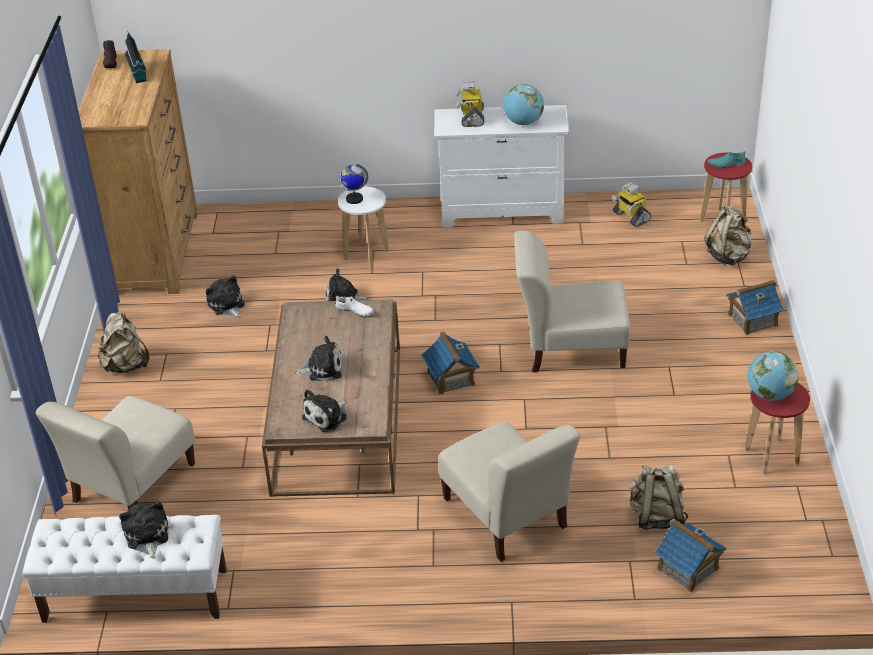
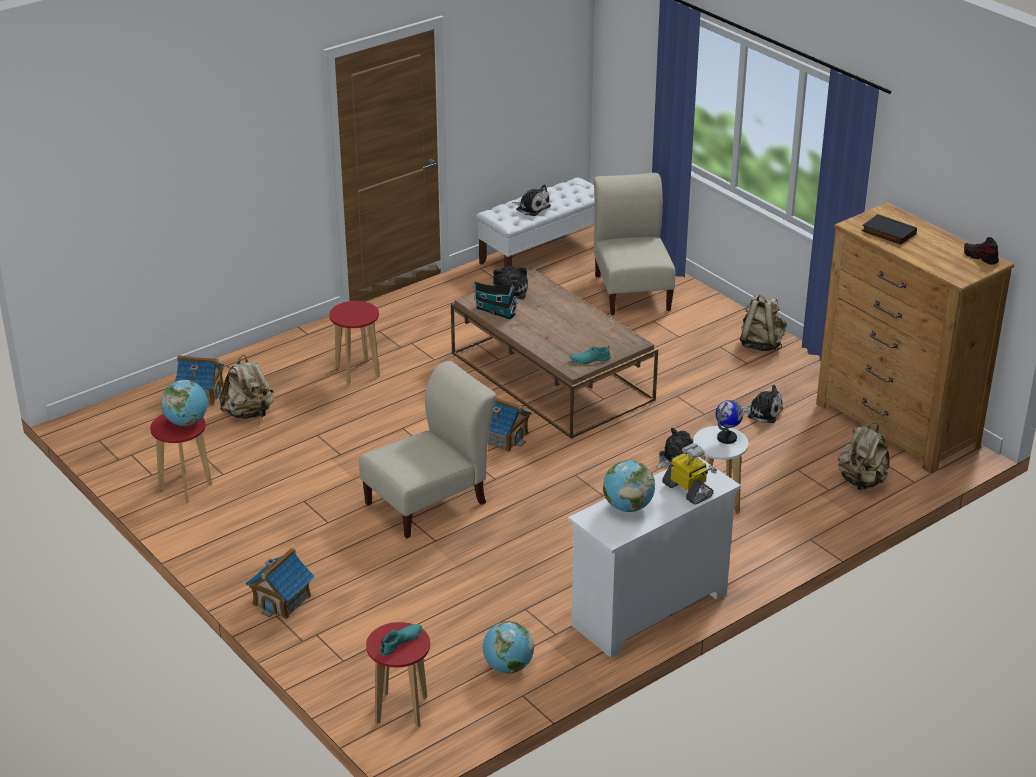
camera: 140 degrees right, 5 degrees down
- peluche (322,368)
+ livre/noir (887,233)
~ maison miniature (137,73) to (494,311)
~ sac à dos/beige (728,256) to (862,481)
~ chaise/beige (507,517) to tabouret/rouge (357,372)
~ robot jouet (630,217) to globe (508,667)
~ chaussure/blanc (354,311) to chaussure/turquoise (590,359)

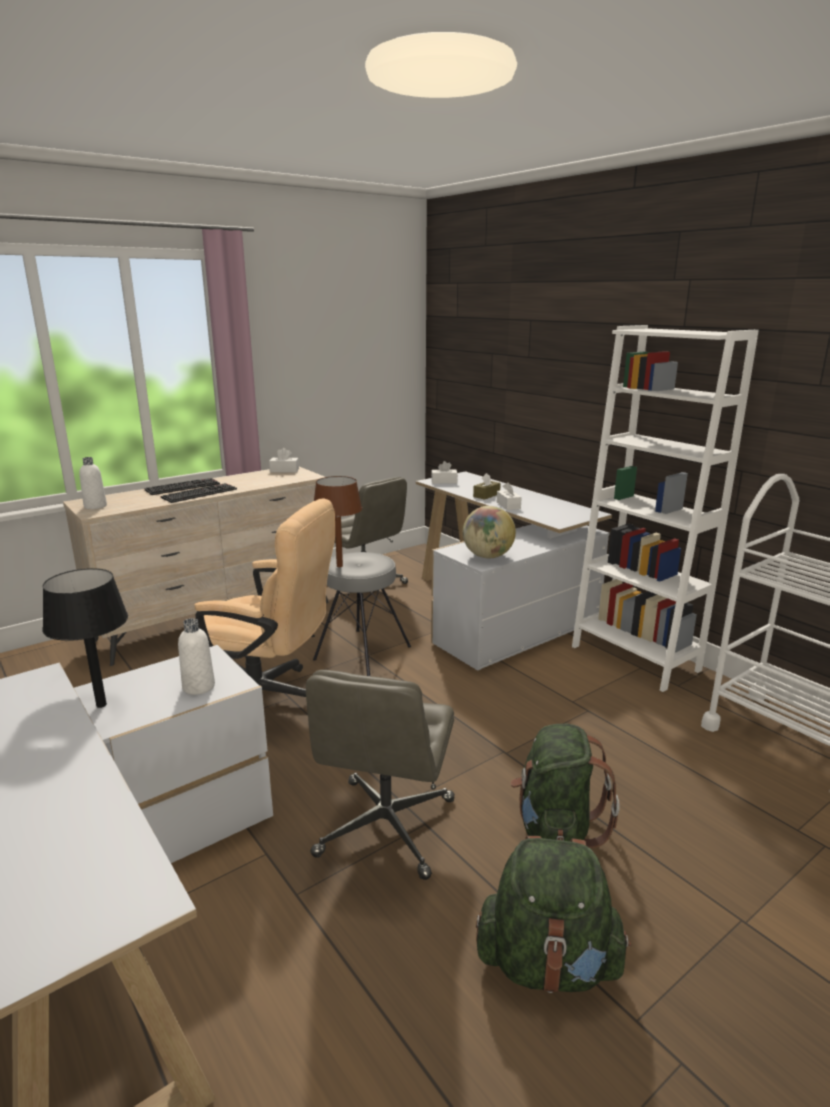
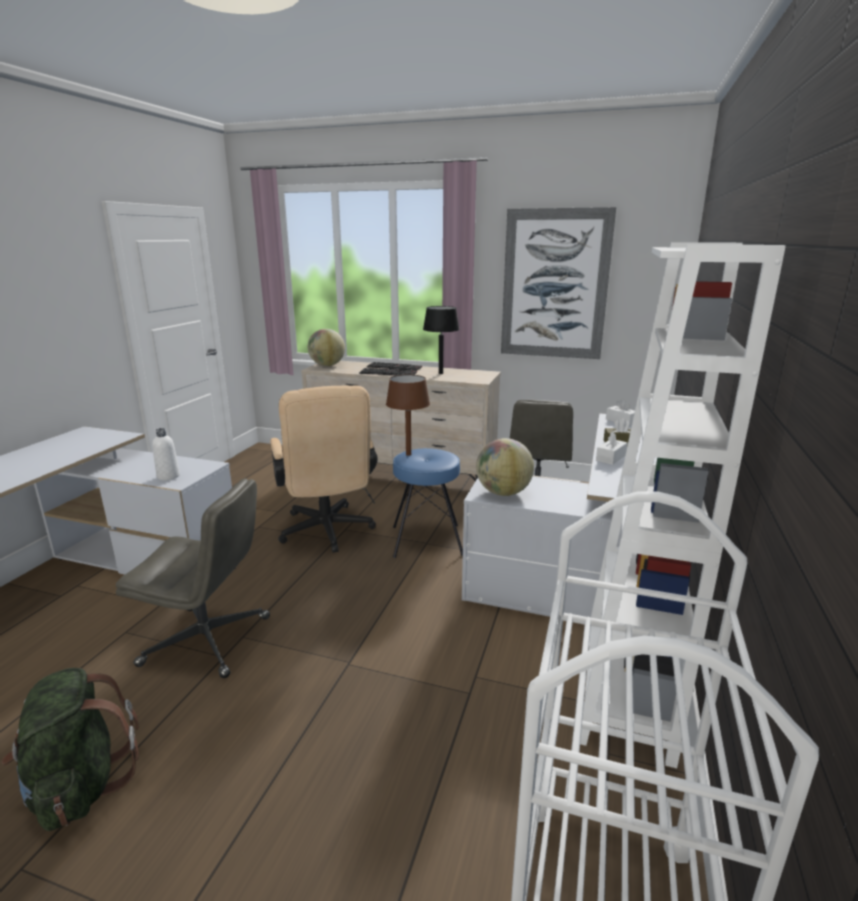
camera: 55 degrees right, 0 degrees up
- boîte à mouchoirs/blanc (284,470)
- sac à dos/vert (555,830)
+ tableau (554,285)
~ lampe de table/noir (101,705) to (441,373)
~ bouteille/blanc (95,506) to globe (327,365)
~ tabouret/gris (362,652) to tabouret/bleu (426,540)
~ chaise de bureau/gris (386,828) = (208,641) 150 degrees counterclockwise

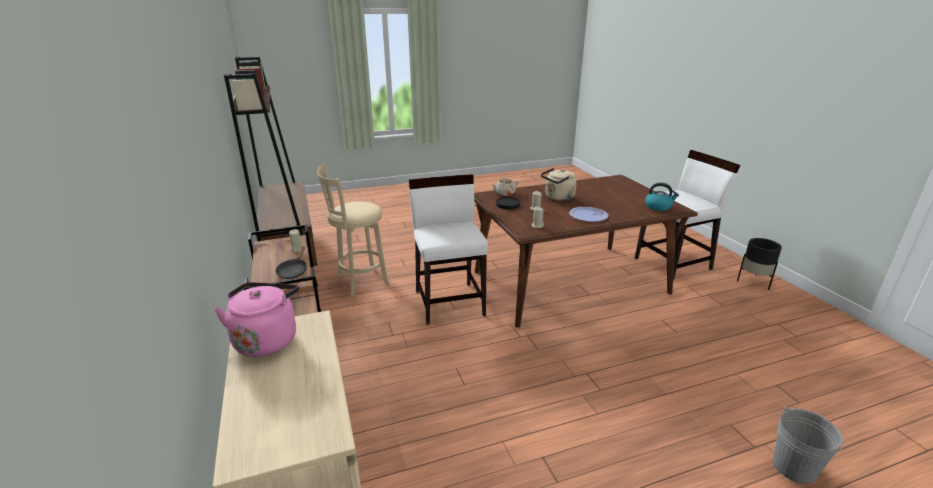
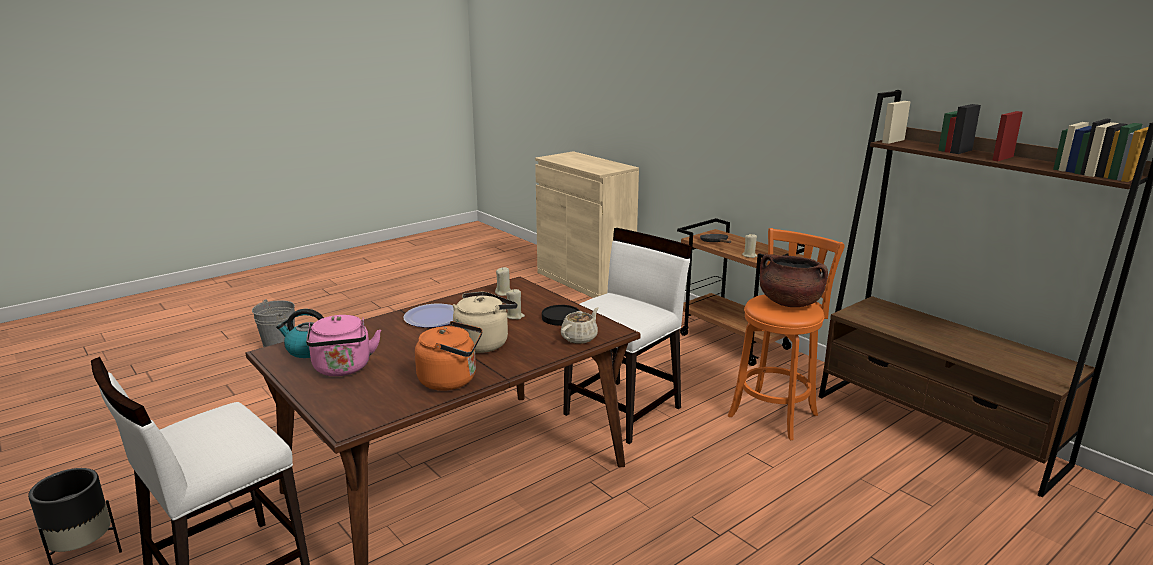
camera: 160 degrees right, 5 degrees down
+ bouilloire/orange (451,380)
+ marmite/marron (789,303)
~ bouilloire/rose (267,339) to (343,369)
~ tabouret/beige (360,281) to tabouret/orange (775,413)
~ chaise/blanc (450,302) = (624,410) 105 degrees counterclockwise

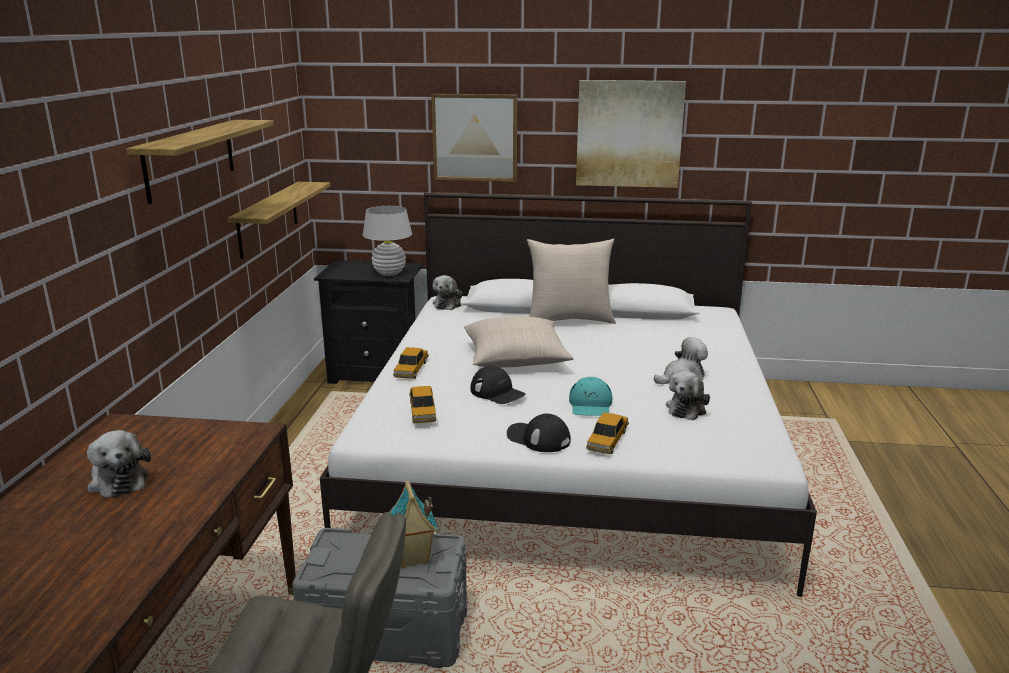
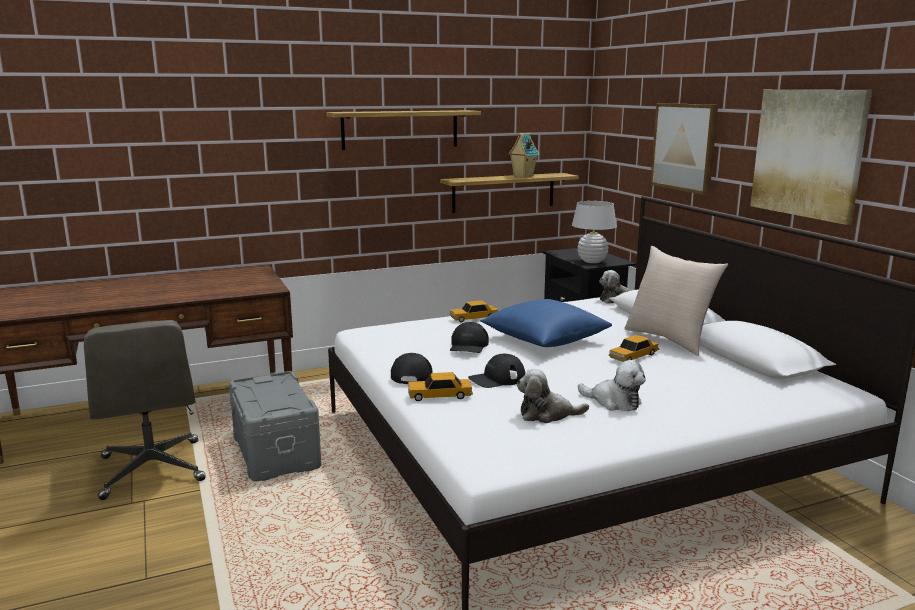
camera: 60 degrees right, 5 degrees down
- peluche (118,480)
~ maison miniature (413,559) to (522,176)
~ petite voiture (422,411) to (633,356)
~ coussin/beige (516,359) to coussin/bleu (545,339)
~ casquette/turquoise (590,405) to casquette/noir (497,379)

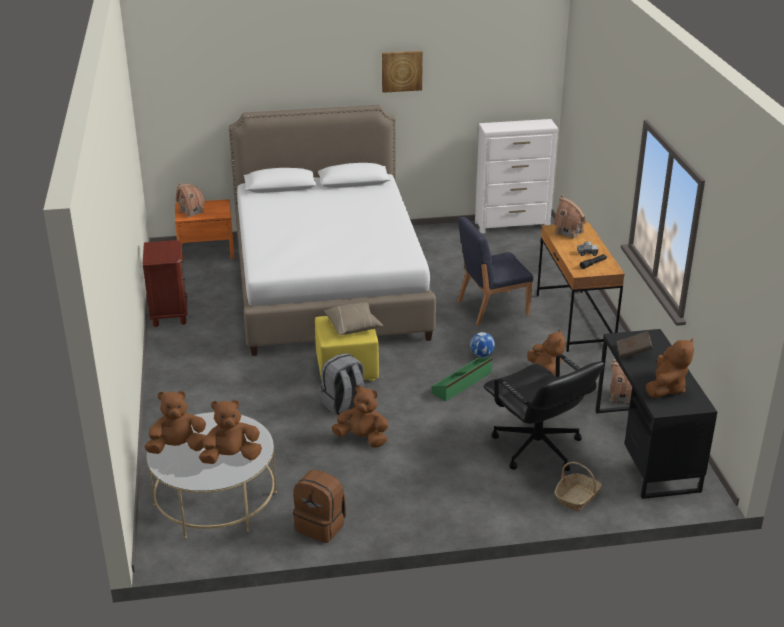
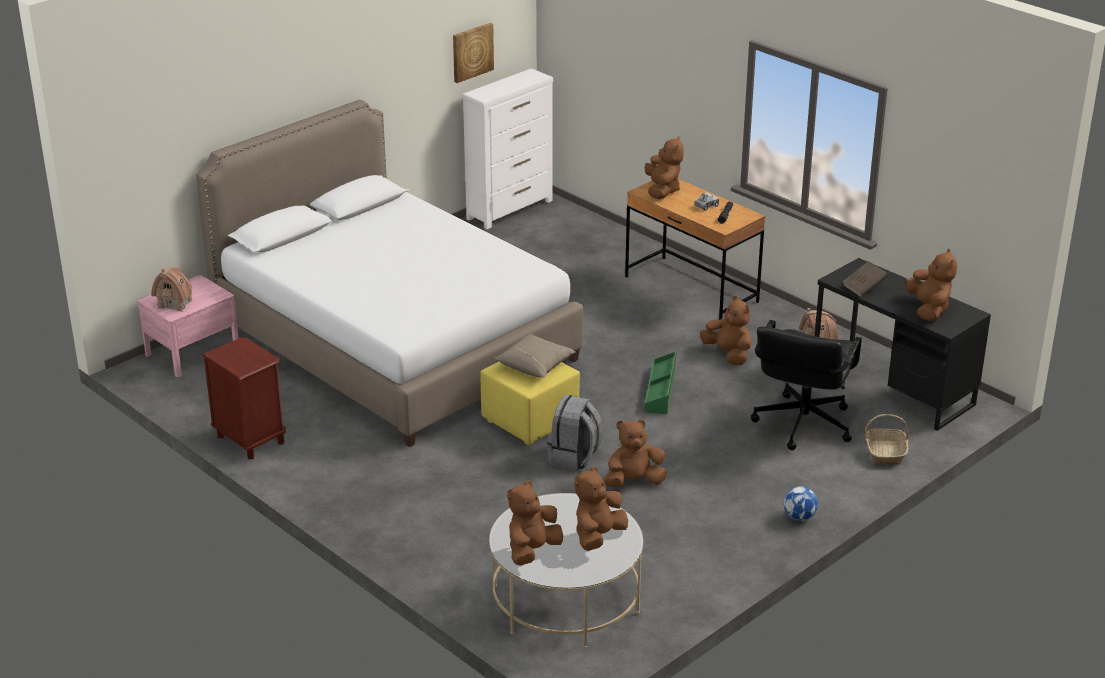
camera: 35 degrees left, 0 degrees up
- sac à dos/marron (321,526)
- chaise/bleu (491,308)
~ tableau (401,71) to (472,52)
~ ballon de foot (481,355) to (799,517)
~ maison miniature (569,232) to peluche/marron (662,190)
~ table de chevet/orange (206,250) to table de chevet/rose (192,352)
~ chaise de bureau/noir (537,448) = (802,424) 90 degrees clockwise

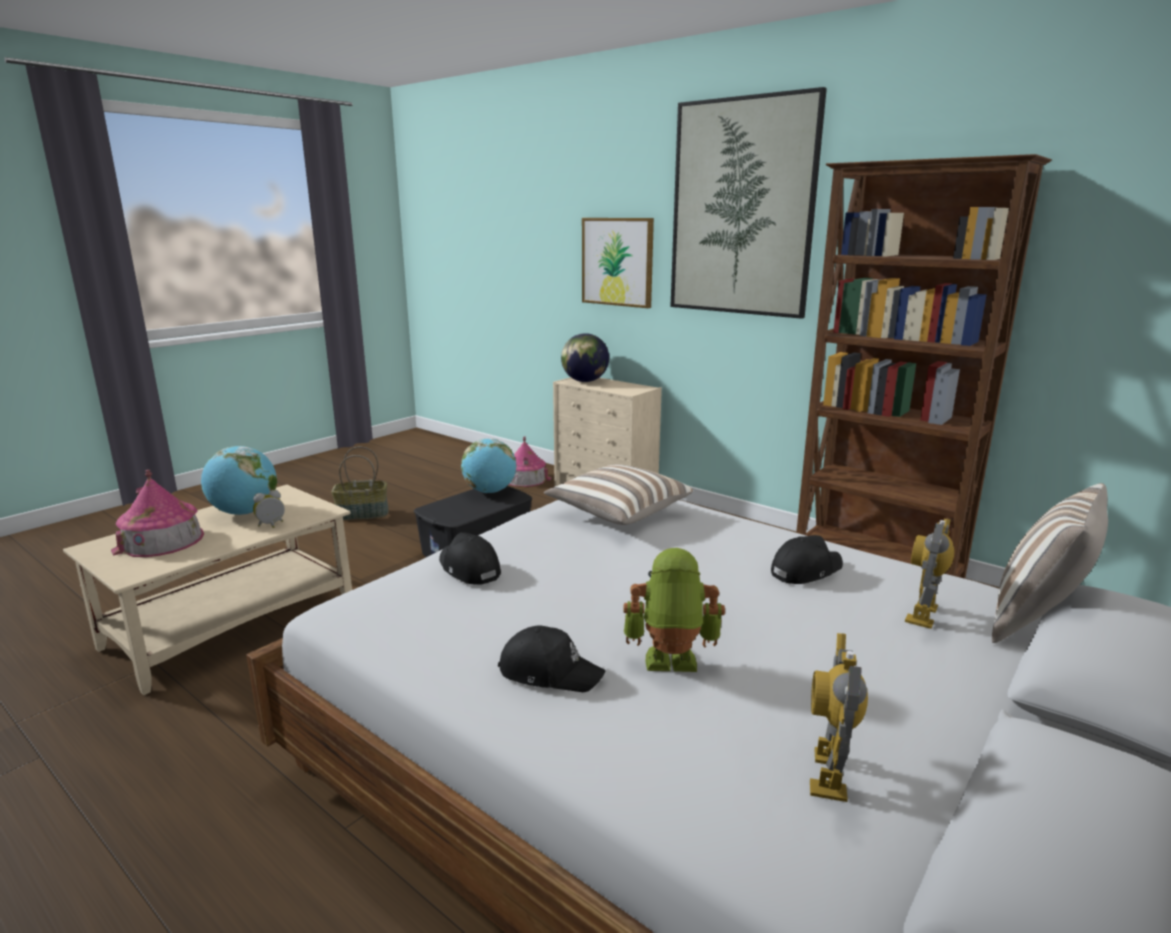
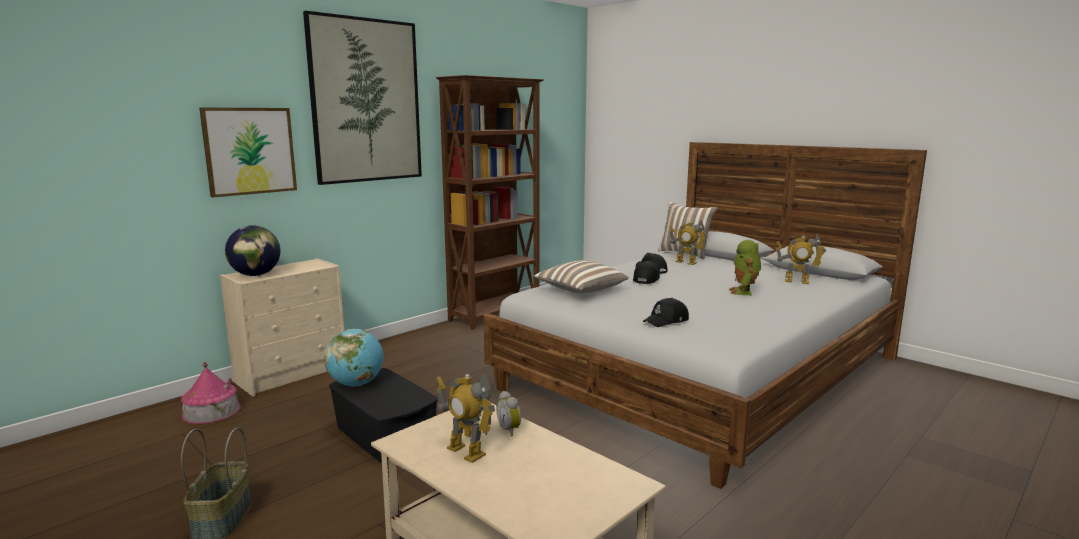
camera: 85 degrees left, 5 degrees down
- maison miniature (162,540)
~ casquette/noir (549,672) to (646,279)
~ globe (244,513) to robot jouet (466,452)

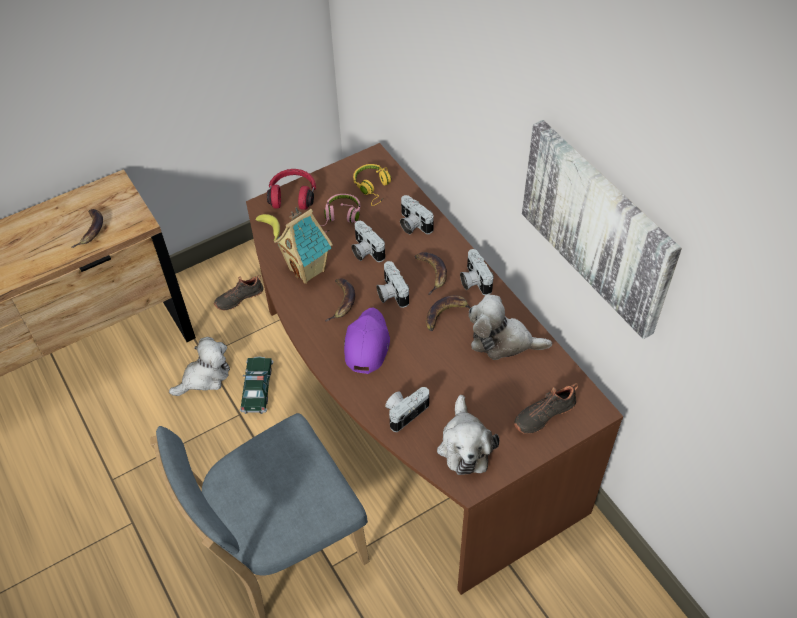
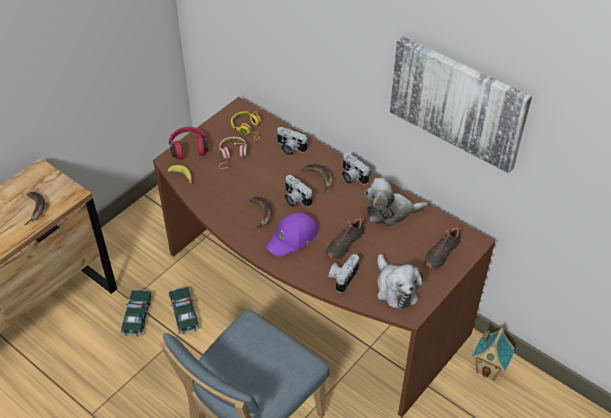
camera: 20 degrees left, 5 degrees down
- appareil photo (365,251)
- banane (446,314)
~ chaussure/noir (239,297) to (344,244)
~ maison miniature (308,270) to (489,369)
~ peluche (205,377) to petite voiture (137,316)
~ casquette/violet (366,344) = (293,238) 120 degrees counterclockwise

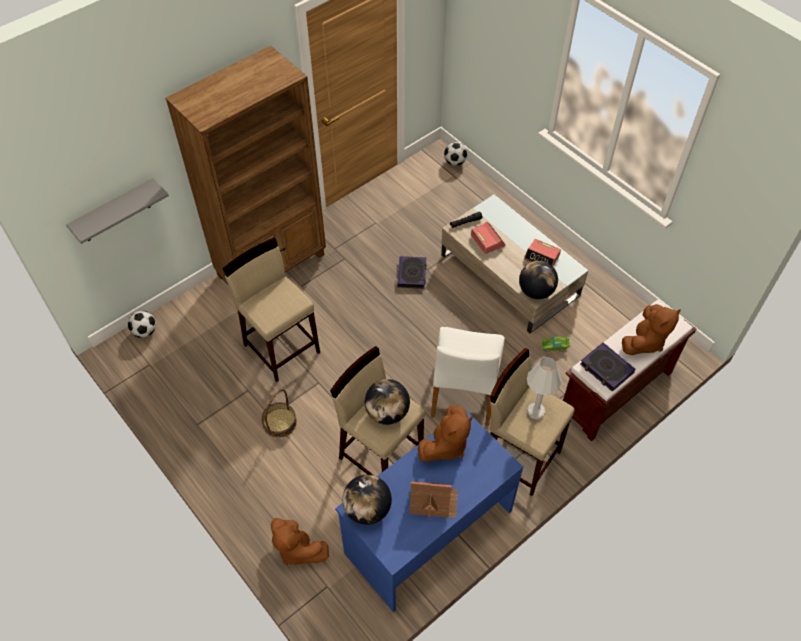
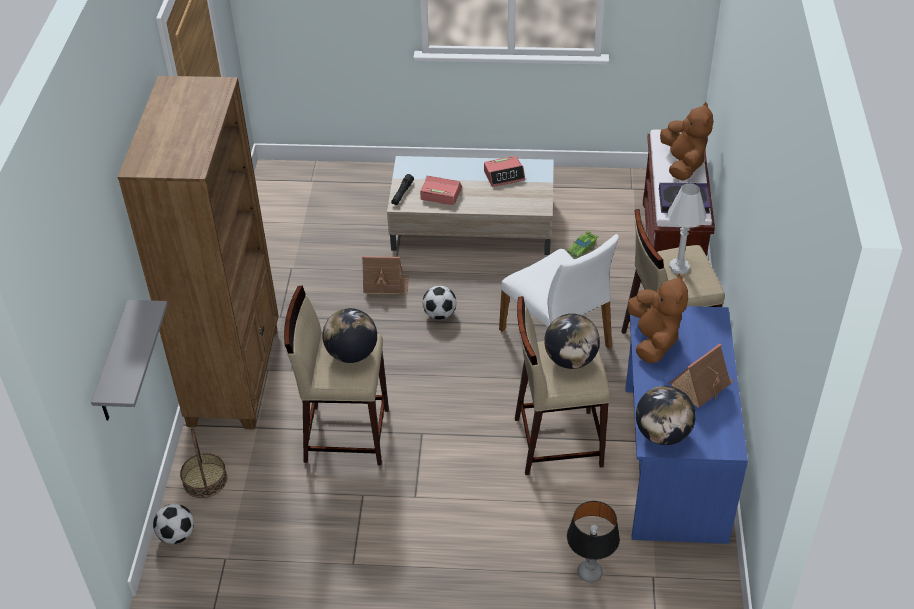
camera: 45 degrees left, 10 degrees down
~ panier (279,422) to (205,480)
~ ballon de foot (455,162) to (440,314)
~ globe (536,291) to (351,354)
~ peluche/marron (297,549) to lampe de table (589,573)
~ livre (412,274) to maison miniature (386,284)

